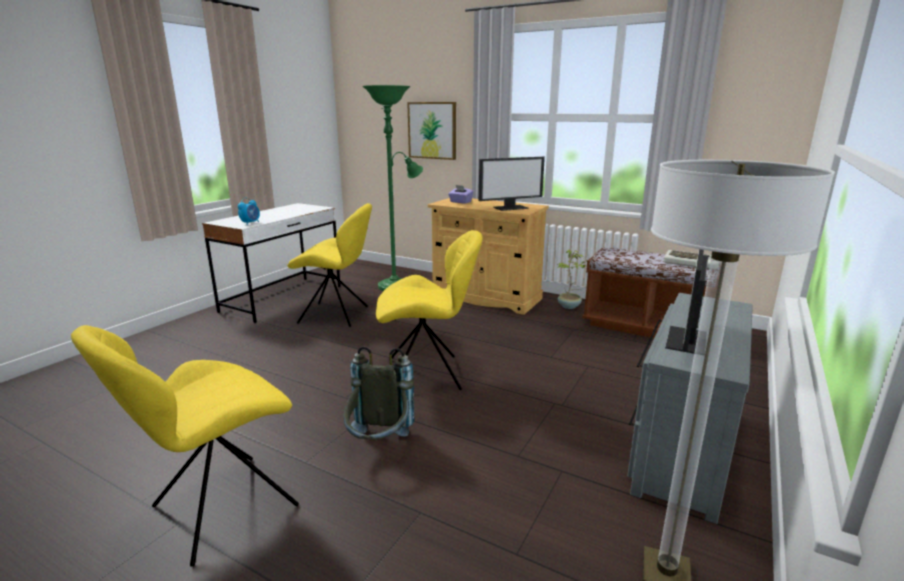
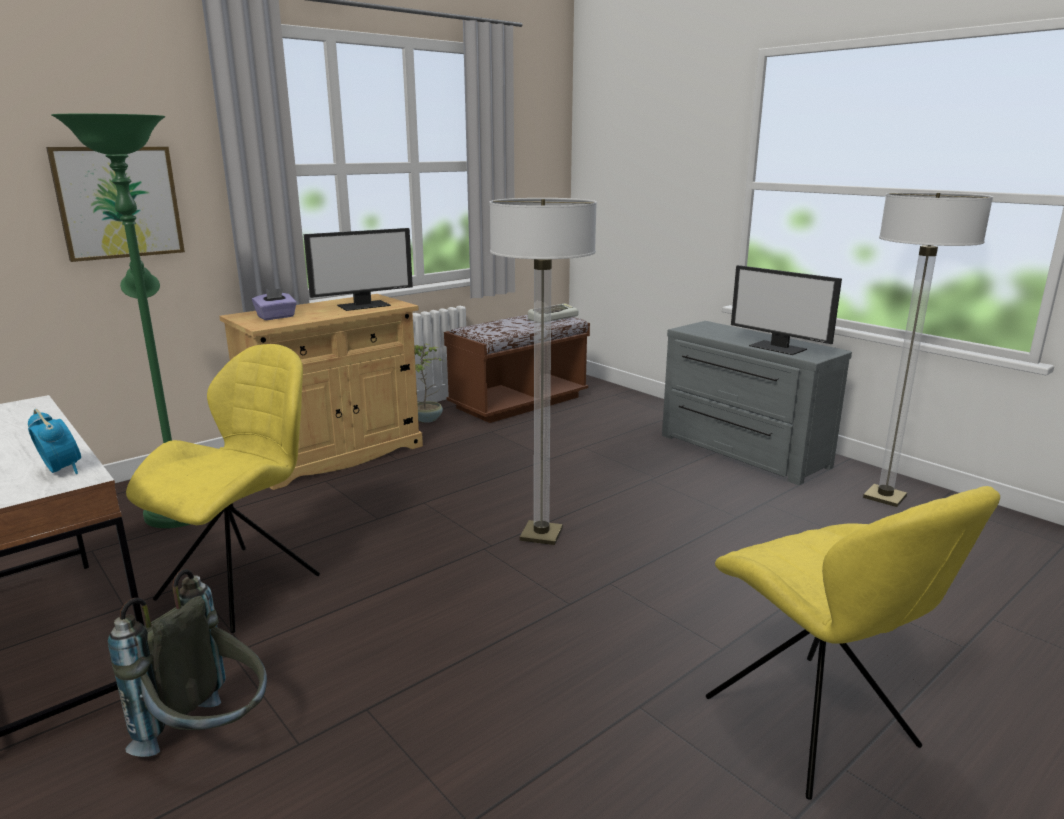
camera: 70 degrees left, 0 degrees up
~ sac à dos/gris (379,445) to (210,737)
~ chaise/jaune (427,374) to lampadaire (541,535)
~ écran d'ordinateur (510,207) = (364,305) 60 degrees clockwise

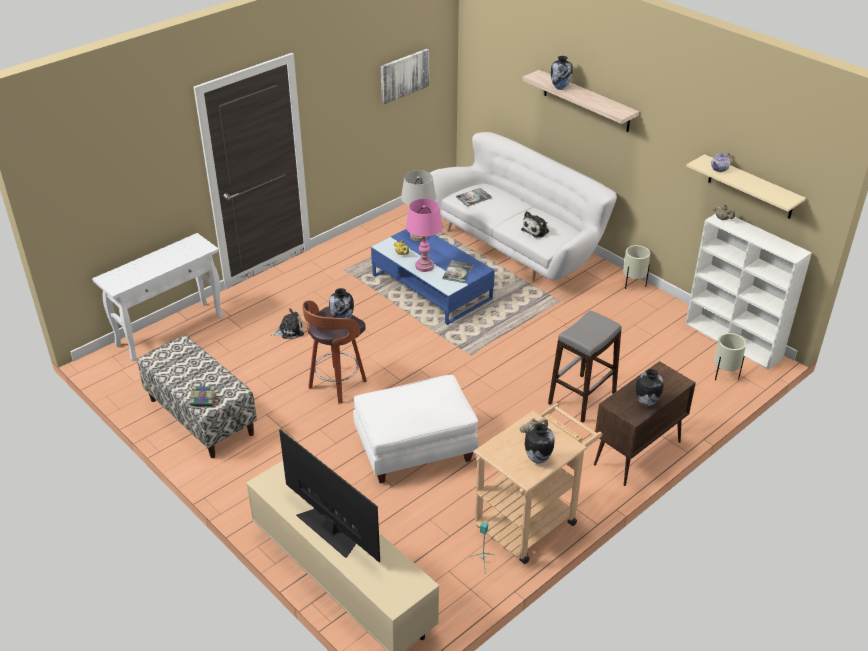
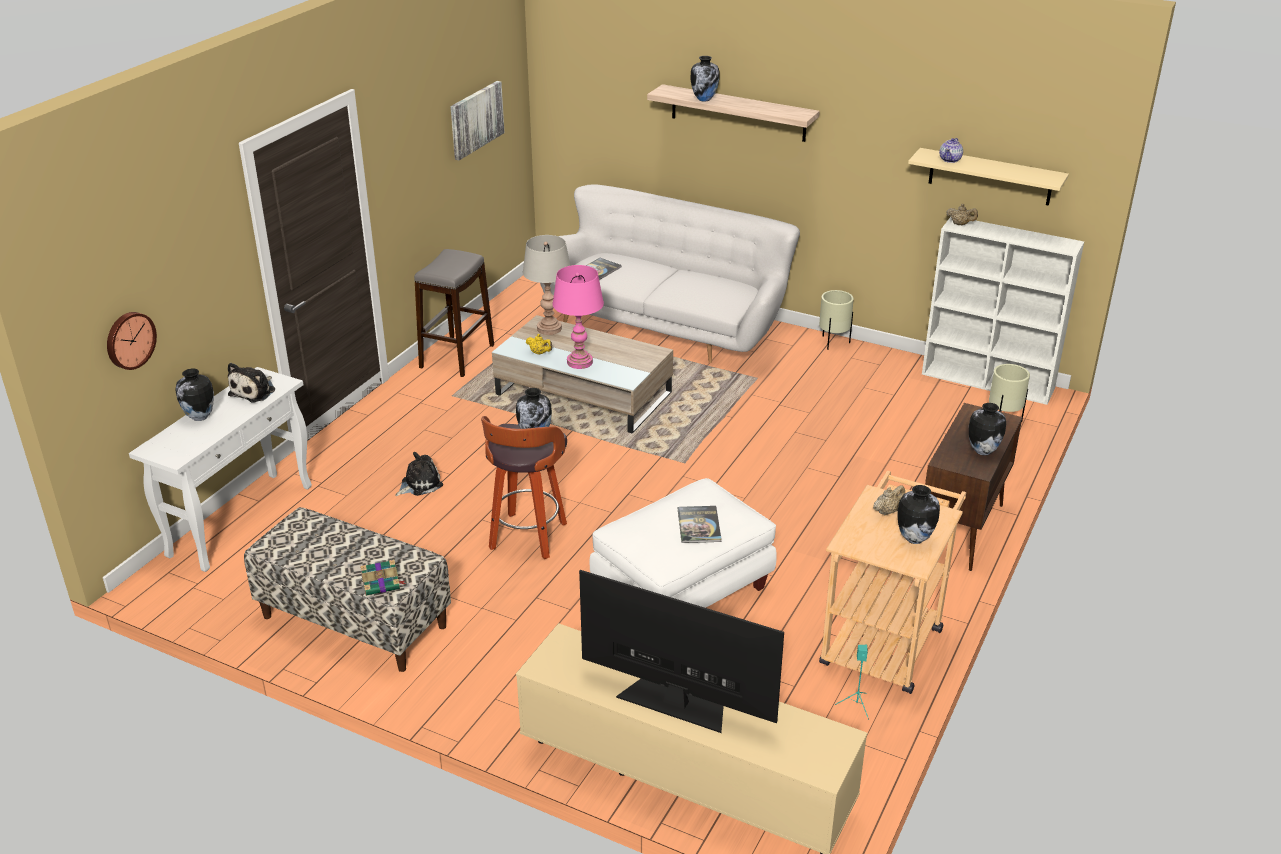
camera: 20 degrees left, 5 degrees down
+ horloge murale (129,340)
+ vase (199,417)
~ livre (457,272) to (699,525)
~ peluche (536,230) to (254,391)
~ tabouret/gris (582,398) to (457,356)
~ table basse/bleu (431,287) to table basse/beige (583,393)

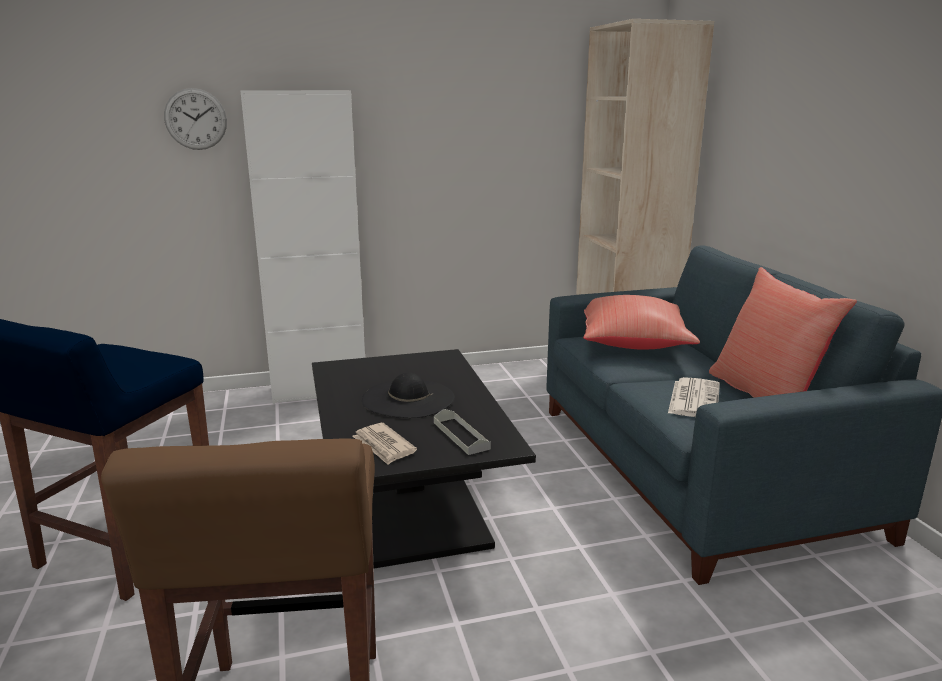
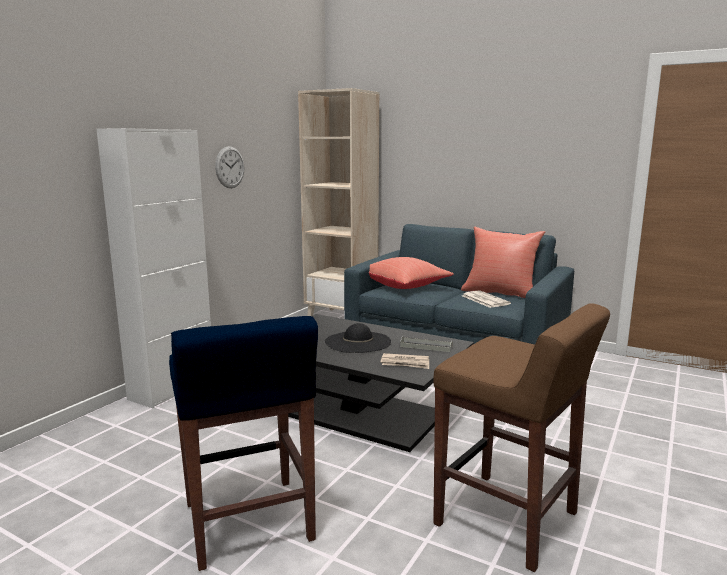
camera: 45 degrees left, 5 degrees down
~ horloge murale (195,119) to (230,167)

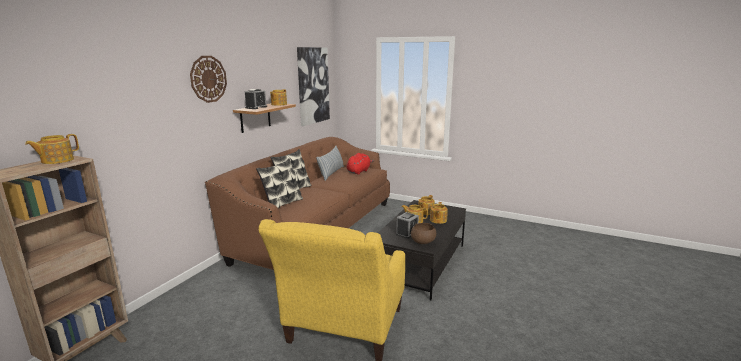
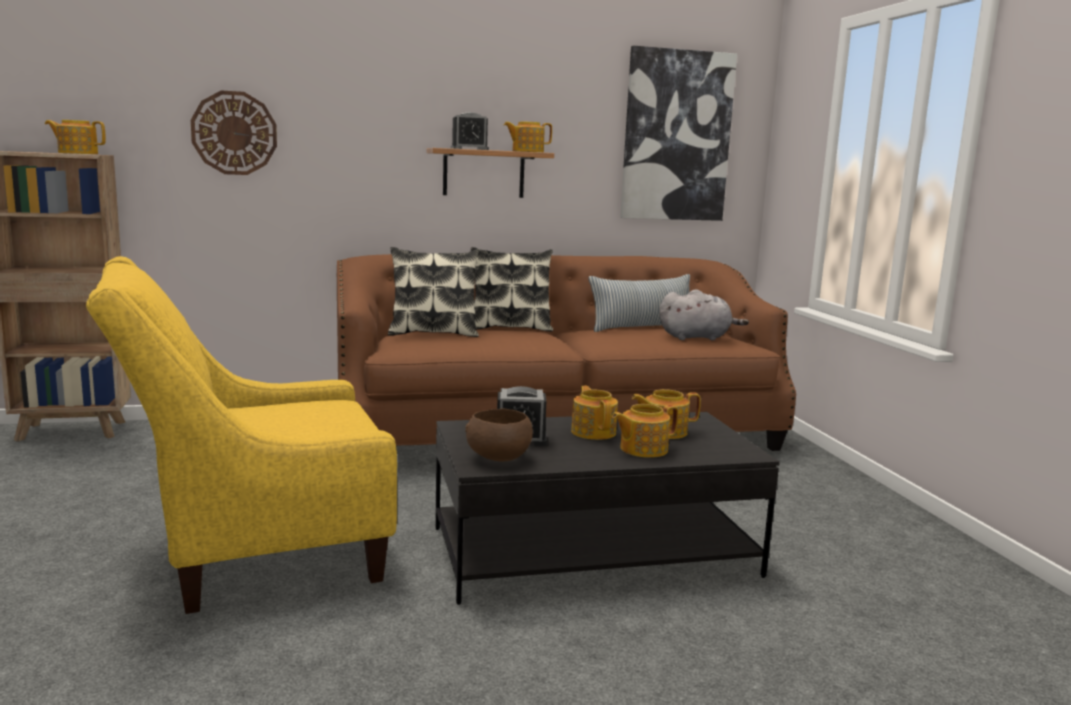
camera: 50 degrees right, 5 degrees down
~ horloge murale (208,79) to (234,133)
~ peluche/rouge (359,171) to peluche/gris (697,337)

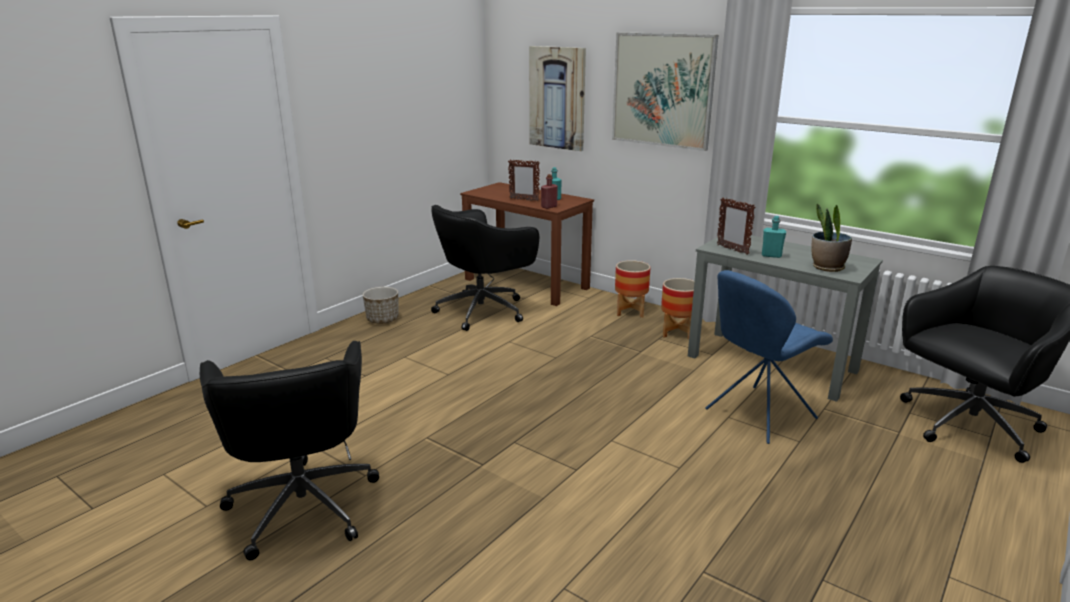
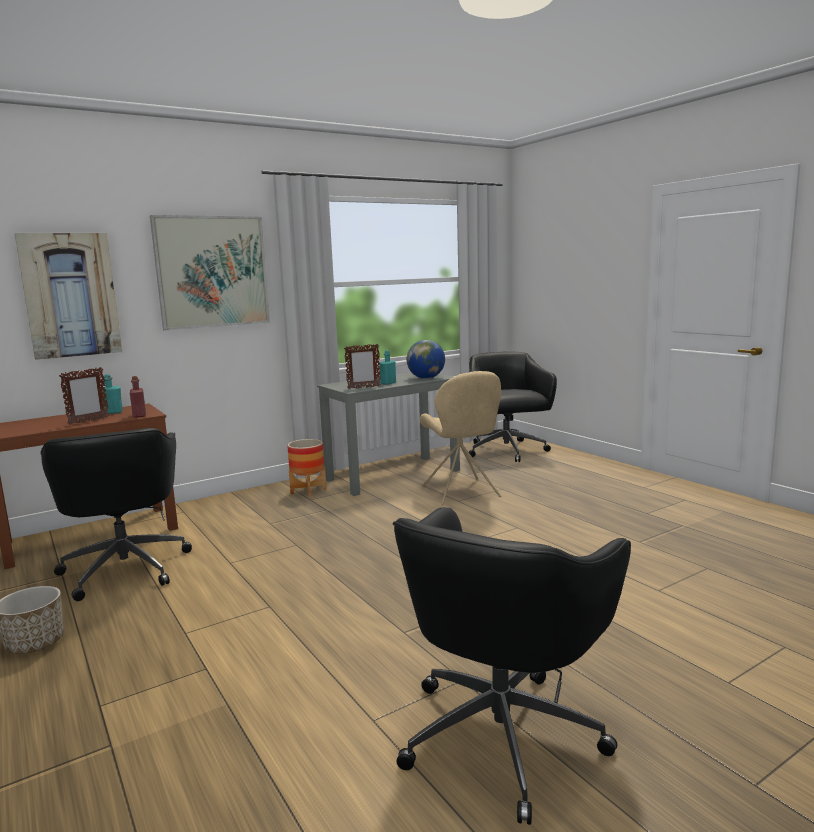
camera: 70 degrees left, 10 degrees down
- cache-pot (630,312)
~ plante en pot (827,267) to globe (426,378)
~ chaise/bleu (757,415) to chaise/beige (461,492)
~ chaise de bureau/noir (303,503) = (504,732) 120 degrees clockwise

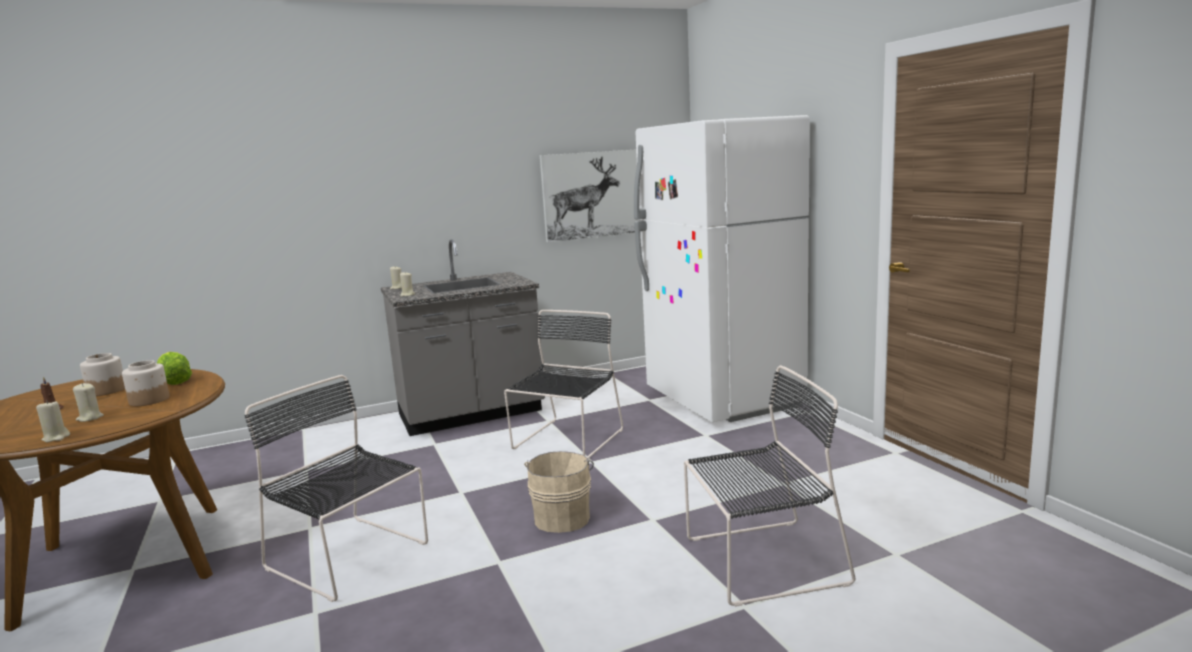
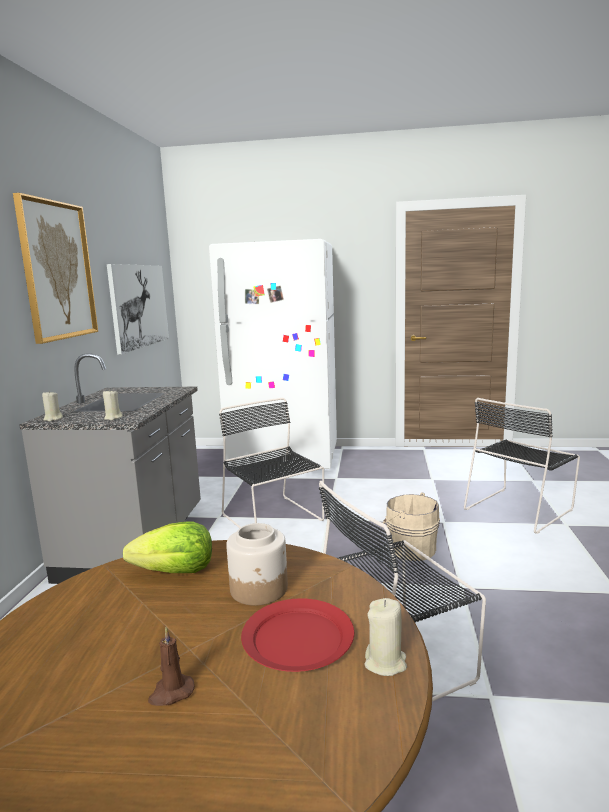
camera: 60 degrees left, 0 degrees up
- bocal (106,390)
+ tableau (57,271)
~ bougie/beige (90,418) to assiette/rouge (297,638)
~ chaise/noir (760,561) = (520,508) 150 degrees counterclockwise

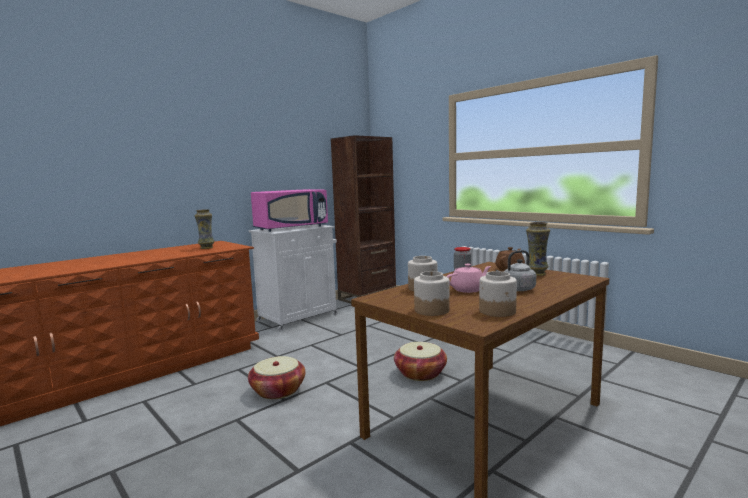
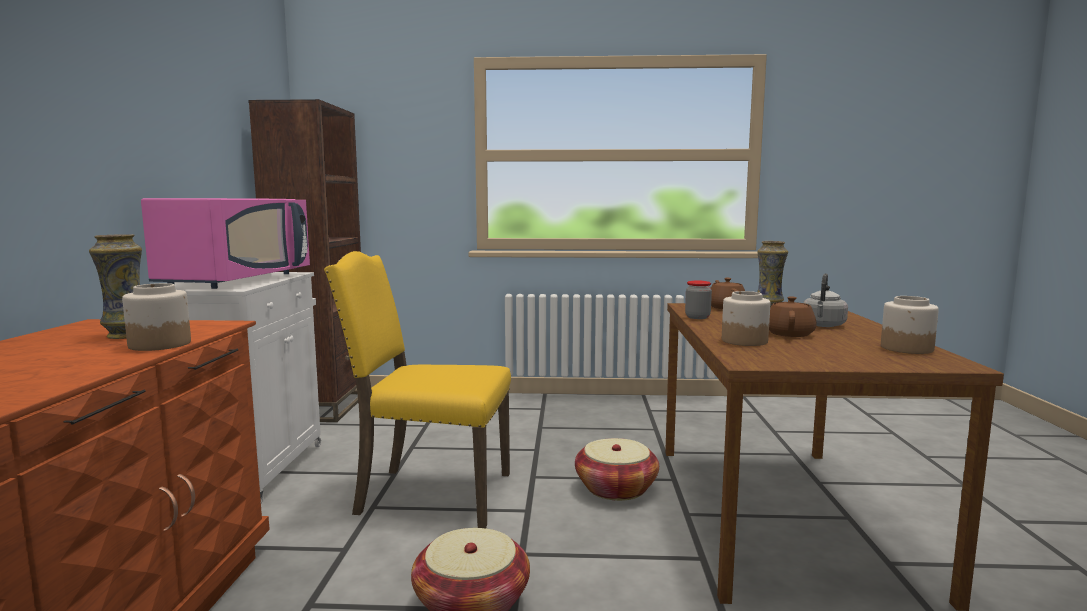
camera: 45 degrees left, 0 degrees up
+ chaise/jaune (431,494)
~ bocal (431,310) to (159,344)
~ théière/rose (468,290) to théière/marron (789,334)

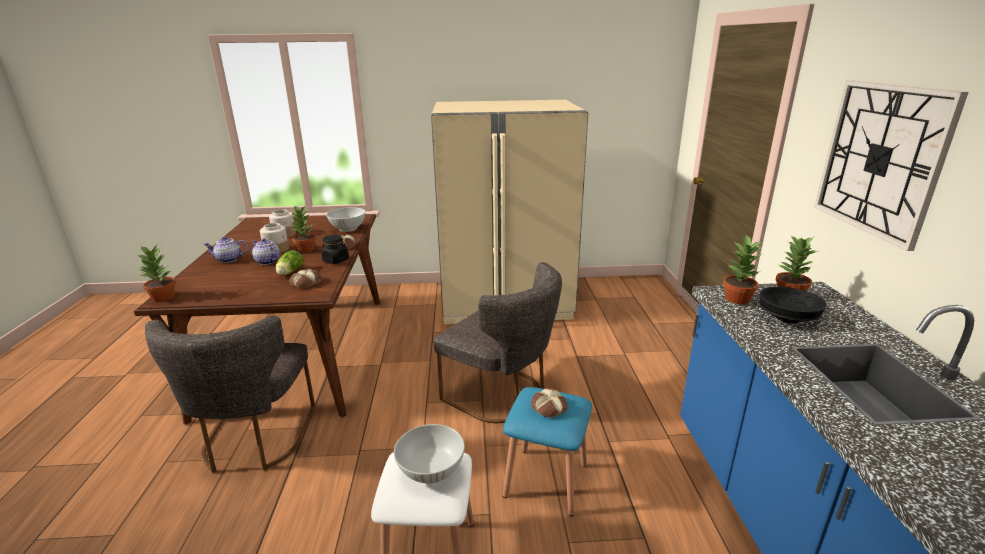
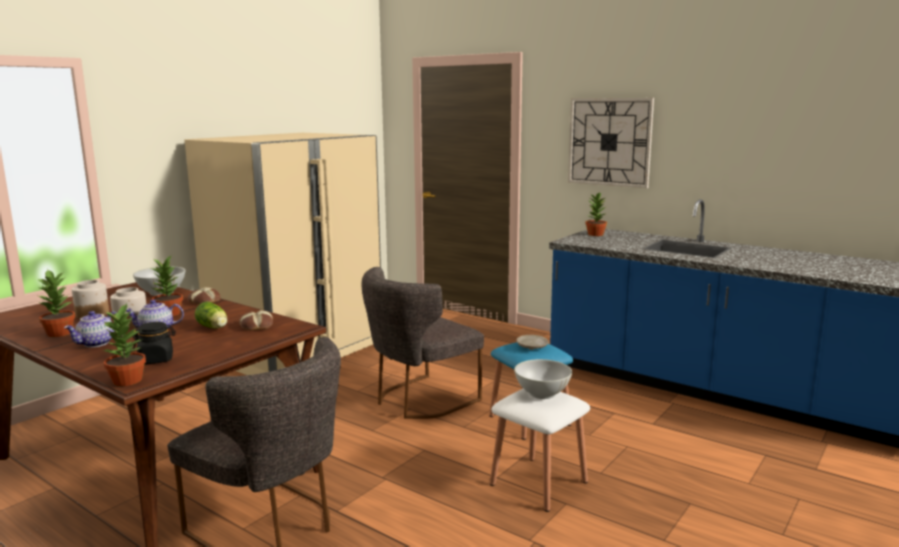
camera: 50 degrees left, 10 degrees down
- bol/noir (788,318)
~ bocal/noir (336,260) to (156,359)
~ plante en pot (737,299) to (60,333)
~ pain (548,407) to assiette/beige (532,347)
~ chaise/gris (502,396) = (419,400) 150 degrees clockwise

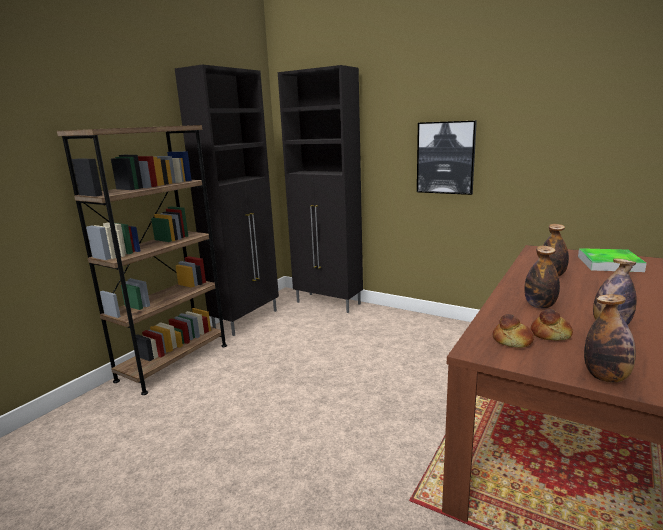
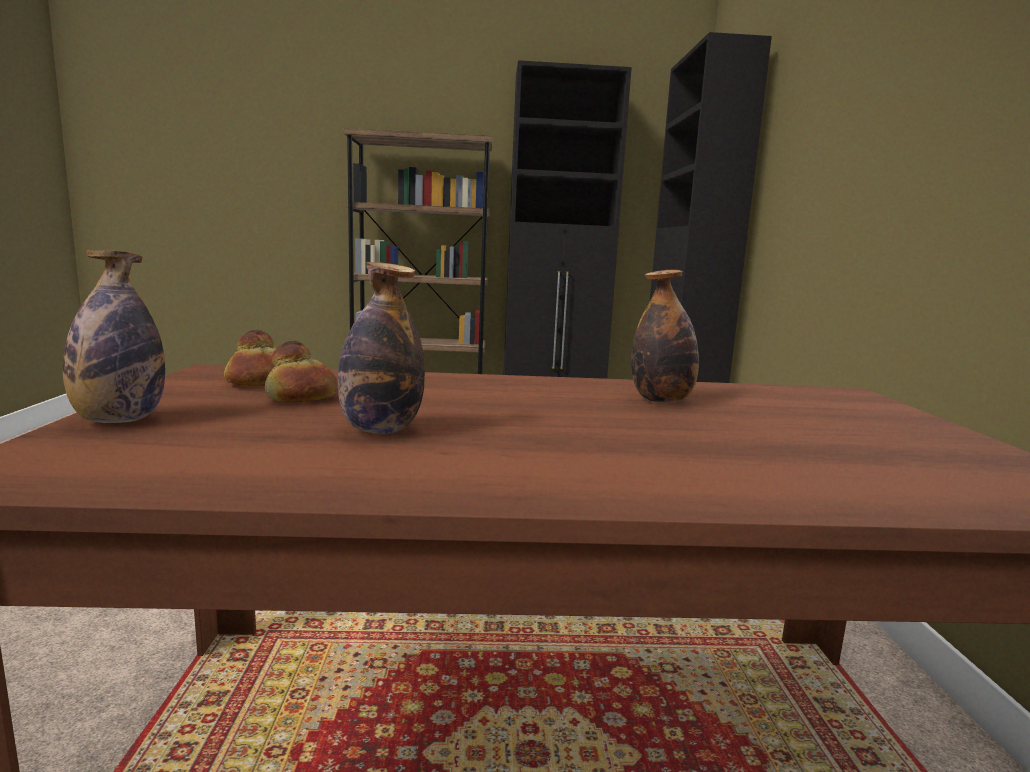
camera: 55 degrees right, 5 degrees down
- tableau (445,158)
- bouteille (539,306)
- plateau (609,264)

